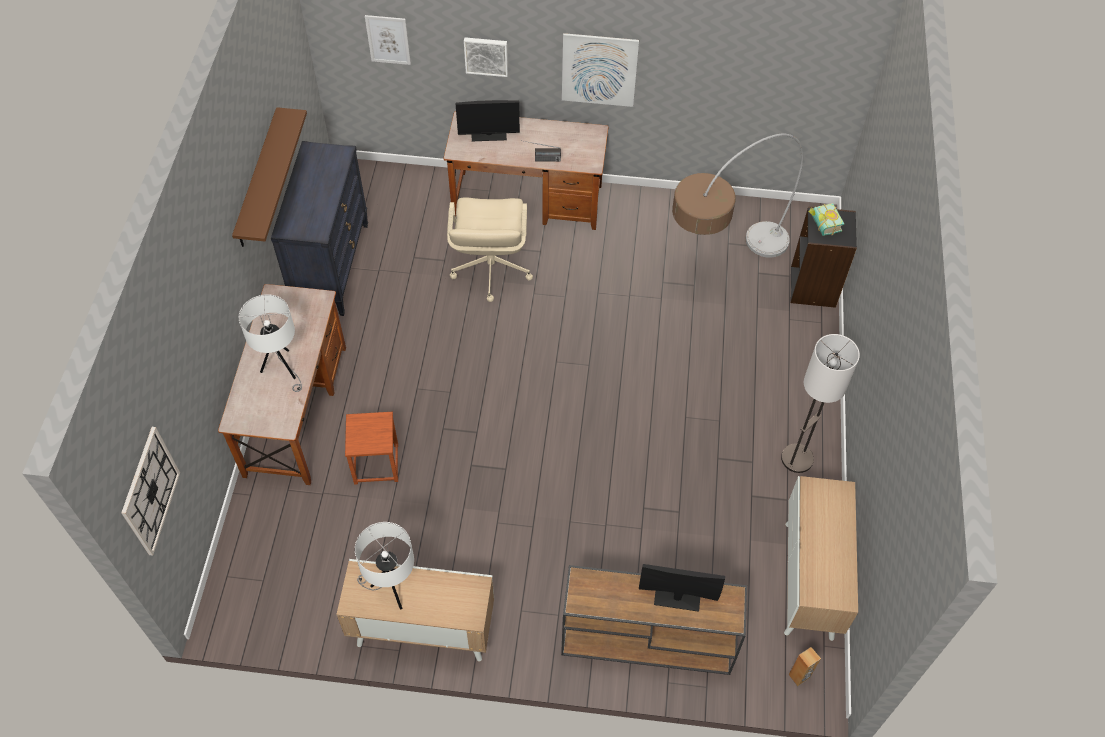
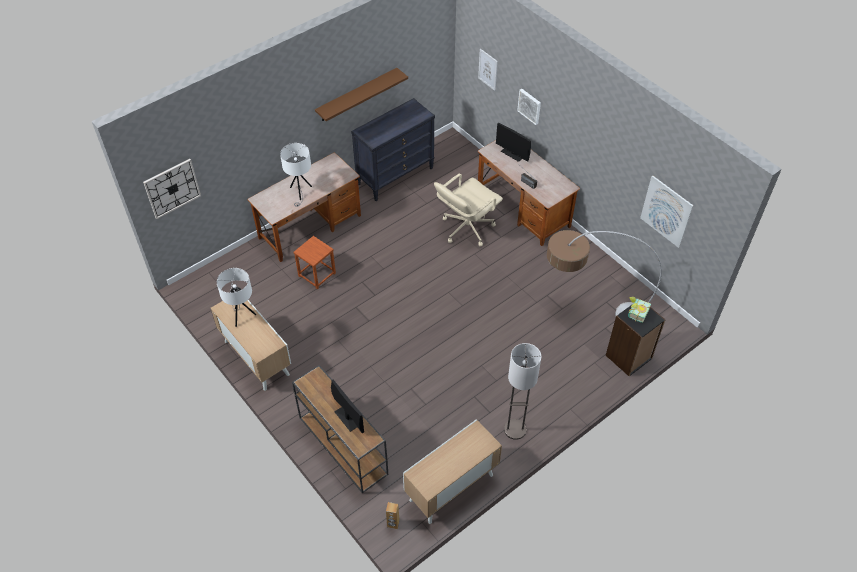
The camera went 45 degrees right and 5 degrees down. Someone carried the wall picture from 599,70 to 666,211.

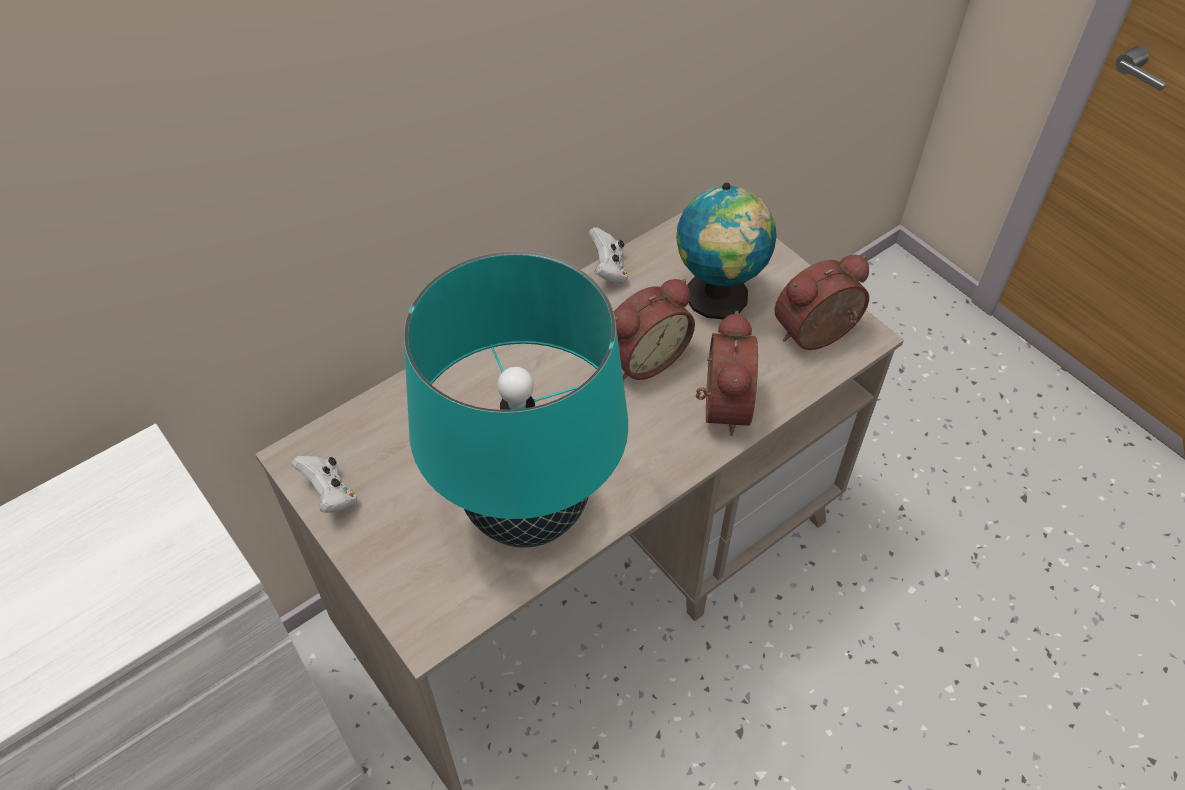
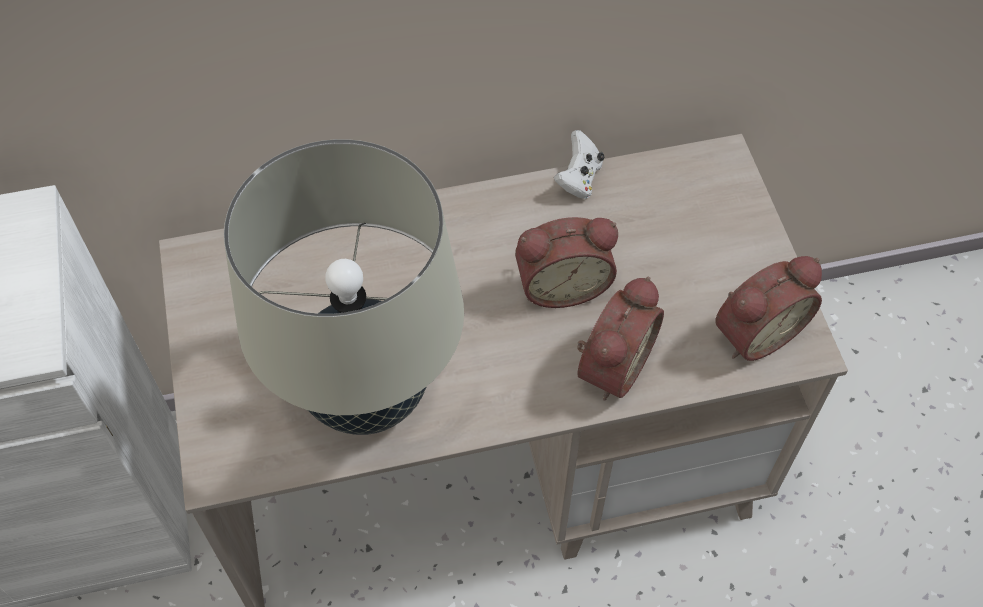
The camera went 25 degrees right and 5 degrees up. Someone took away the globe at 718,299. Someone repainted the lamp for a table (turquoise) at 527,510, which became the lamp for a table (beige) at 367,393. Someone rotated the table clock at 817,337 by 150 degrees clockwise. Someone took away the joypad (whitish) at 330,495.

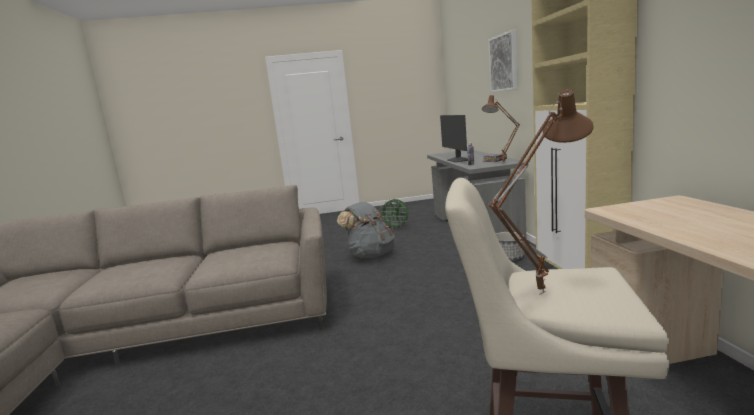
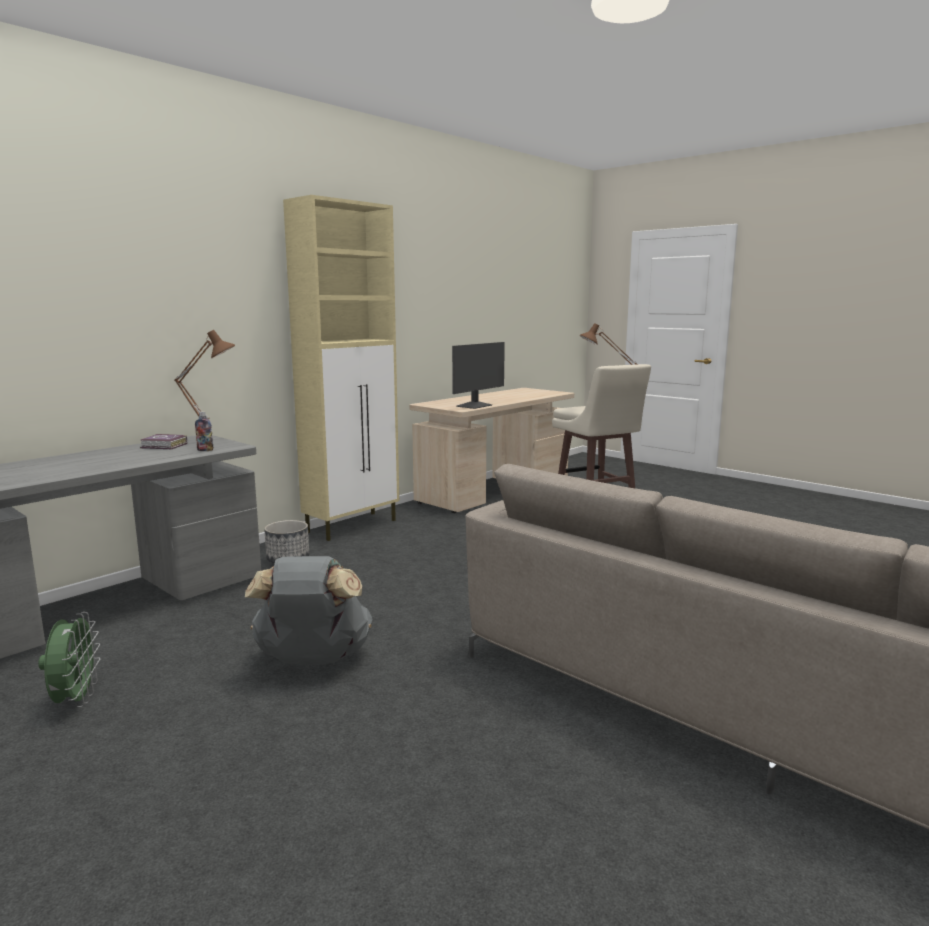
The camera went 130 degrees left and 0 degrees up. Someone took away the wall picture at 504,63. Someone carried the computer screen from 458,160 to 475,406.

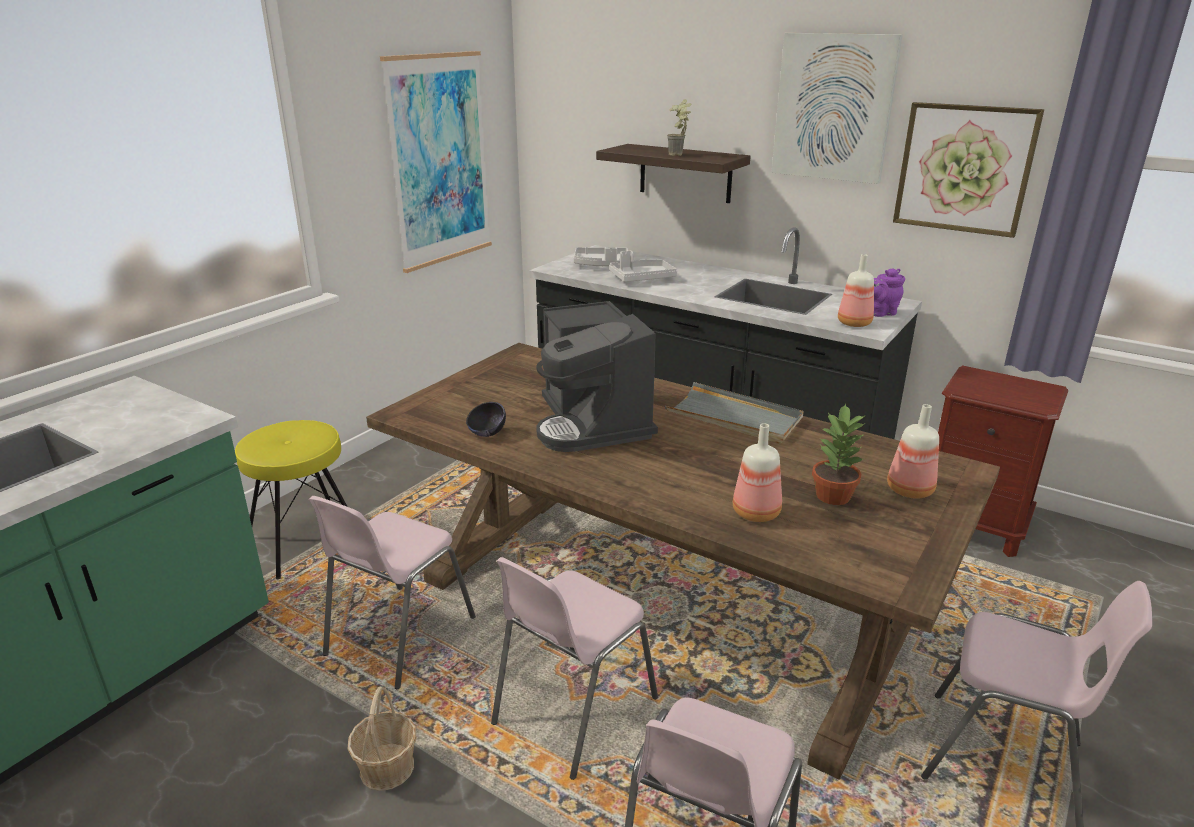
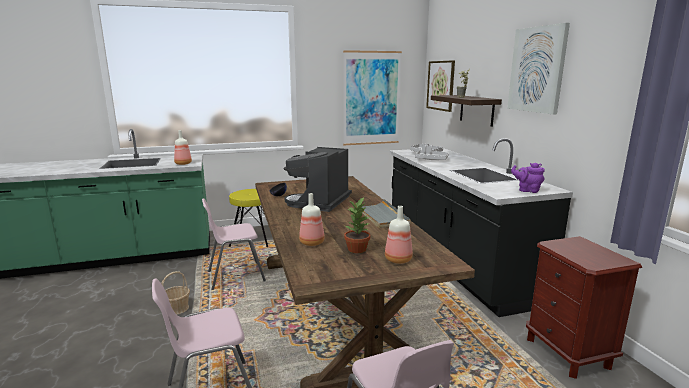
The camera went 40 degrees right and 10 degrees down. Someone carried the wall picture from 964,169 to 441,85. Someone carried the drink bottle from 855,324 to 183,164. Someone took away the upright chair (pink-coloured) at 572,711.

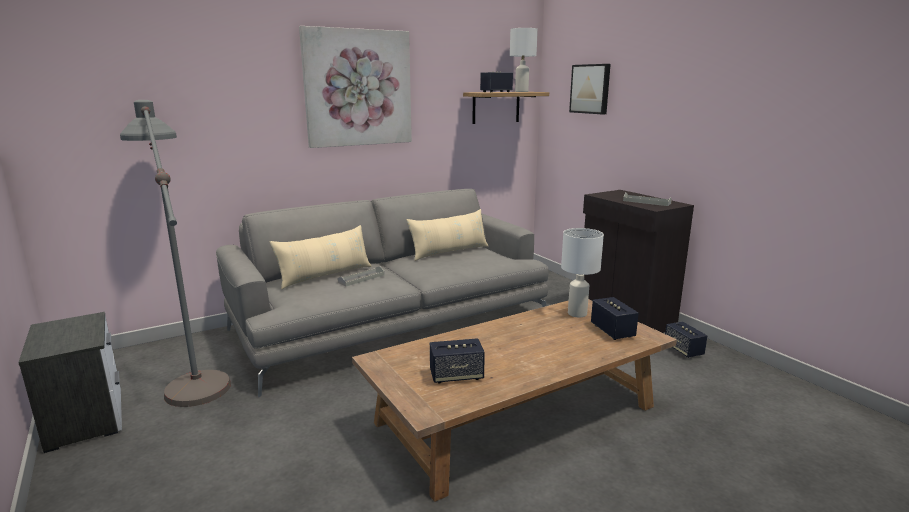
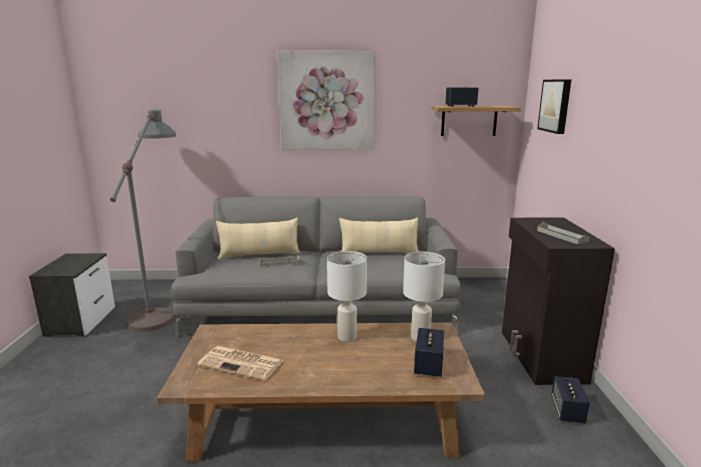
The camera went 30 degrees right and 0 degrees up. Someone carried the lamp for a table (whitish) from 521,91 to 347,336. Someone swapped the audio speaker at 456,376 for the daily paper at 242,363.

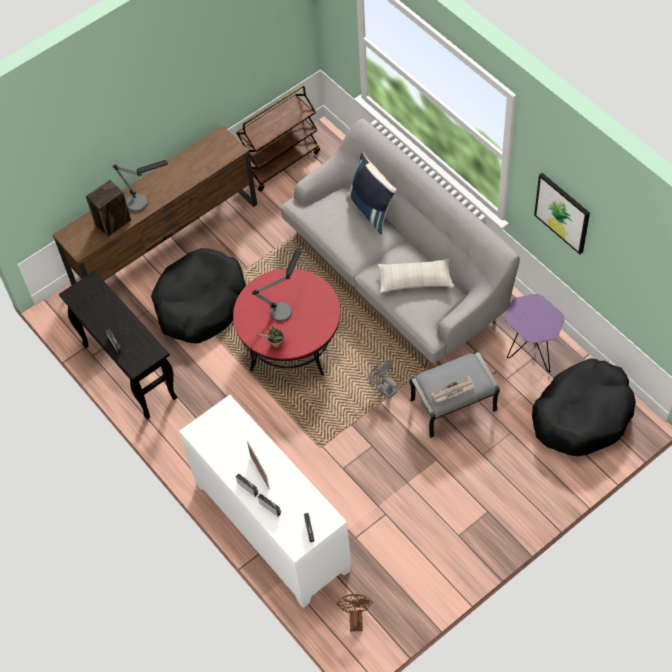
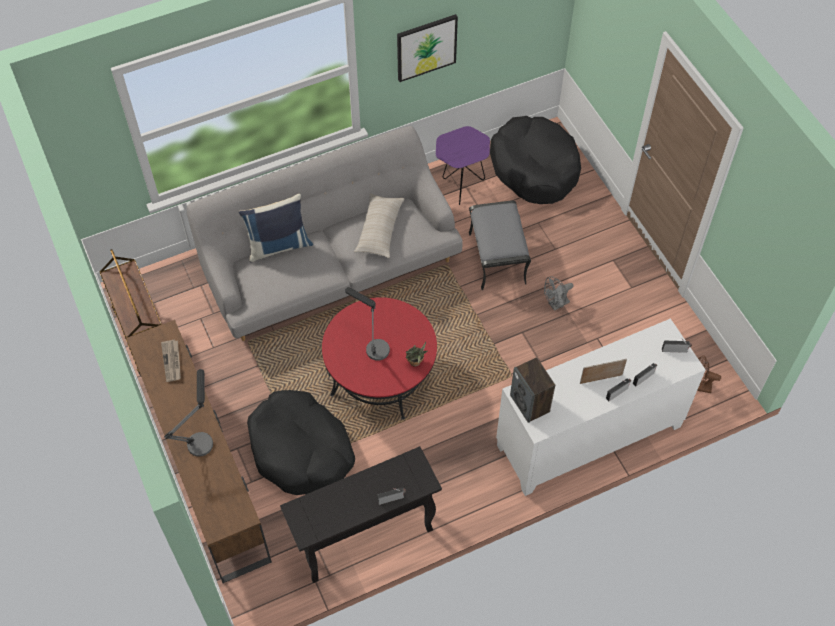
The camera went 80 degrees left and 0 degrees up. Someone carried the audio speaker from 113,223 to 530,404. Someone carried the fan (grey) from 383,388 to 556,304. Someone carried the daily paper from 453,391 to 172,361.

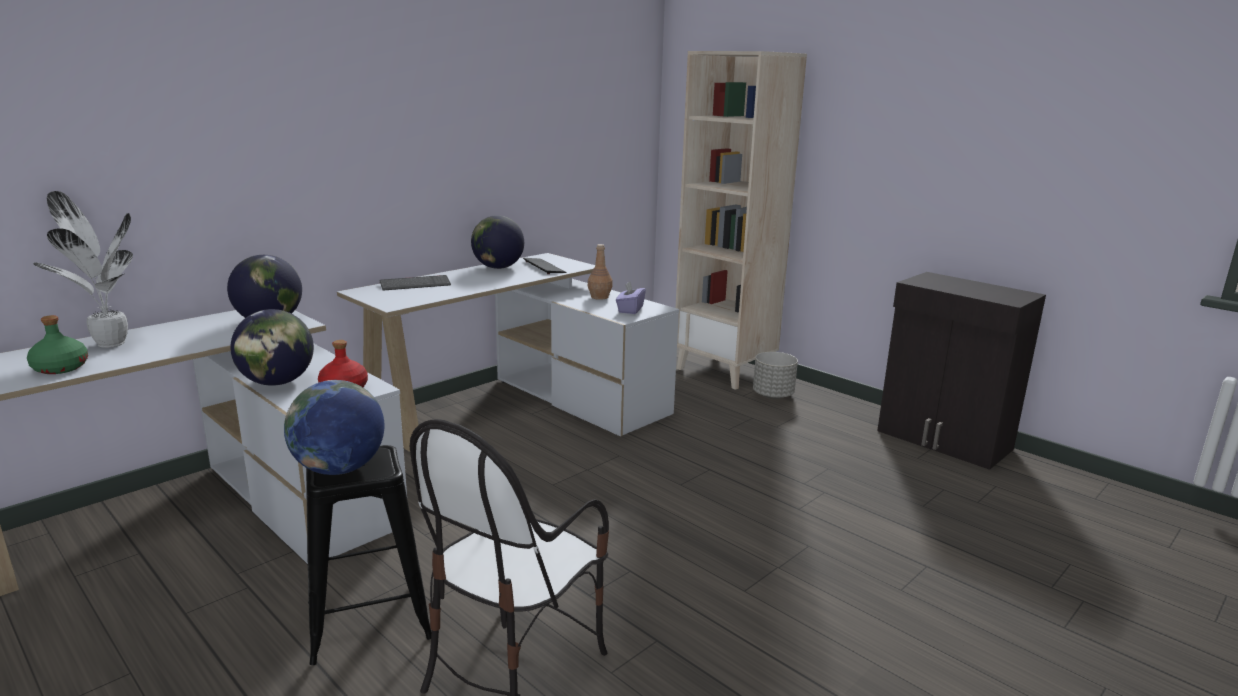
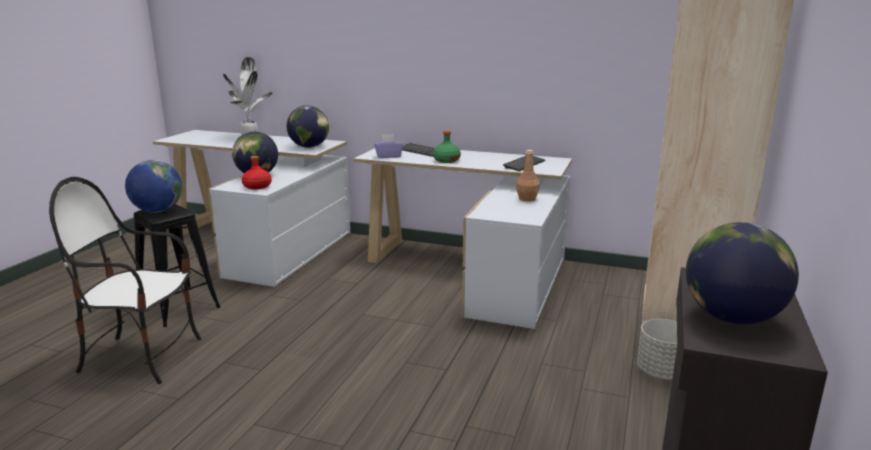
The camera went 65 degrees right and 0 degrees up. Someone carried the globe from 498,267 to 732,317. Someone carried the box of tissues (purple) from 630,309 to 388,156. Someone carried the drink bottle (green) from 60,368 to 446,160.

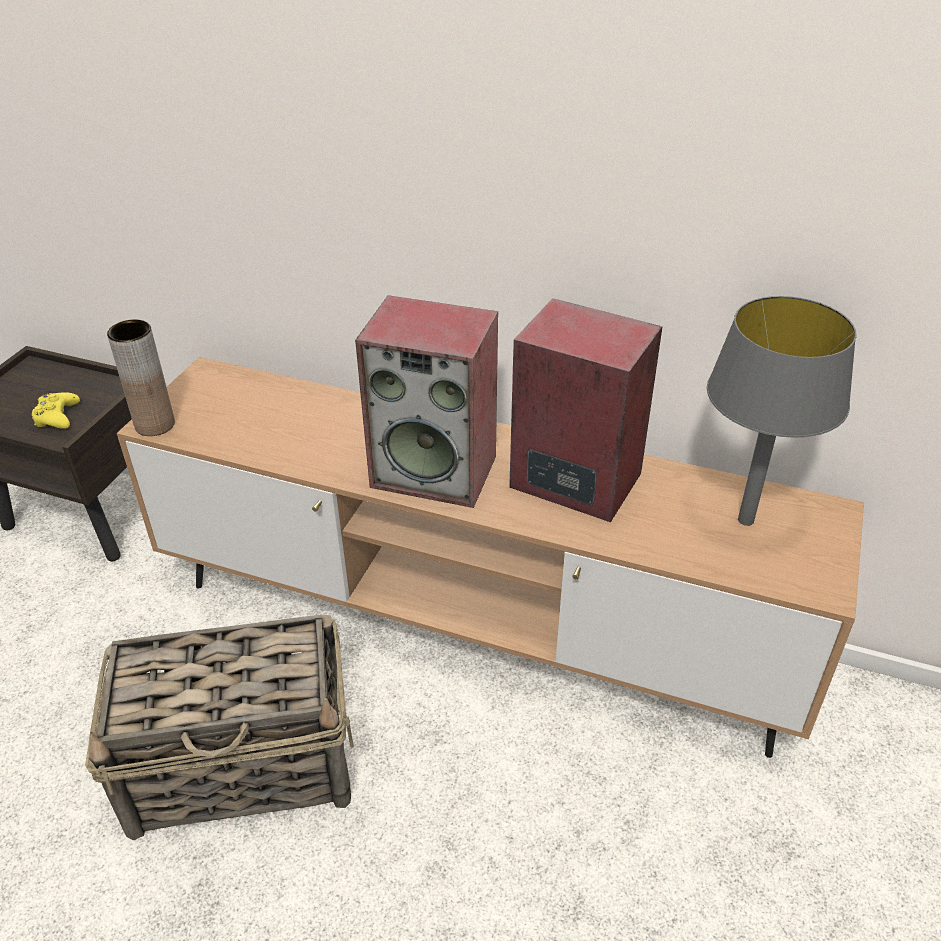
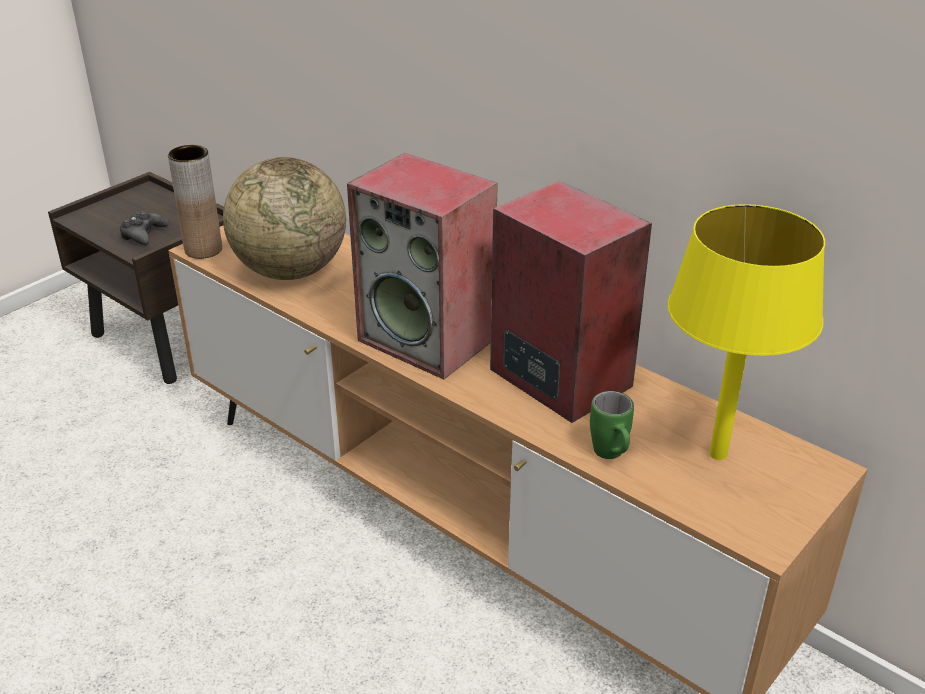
The camera went 20 degrees right and 5 degrees down. Someone repainted the lamp for a table (grey) at 745,520, which became the lamp for a table (yellowish) at 717,454. Someone repainted the joypad (yellowish) at 57,417, which became the joypad (black-coloured) at 143,234. Someone took away the basket at 244,765. Someone put down the globe at 290,271. Someone put down the coffee mug (green) at 611,456.

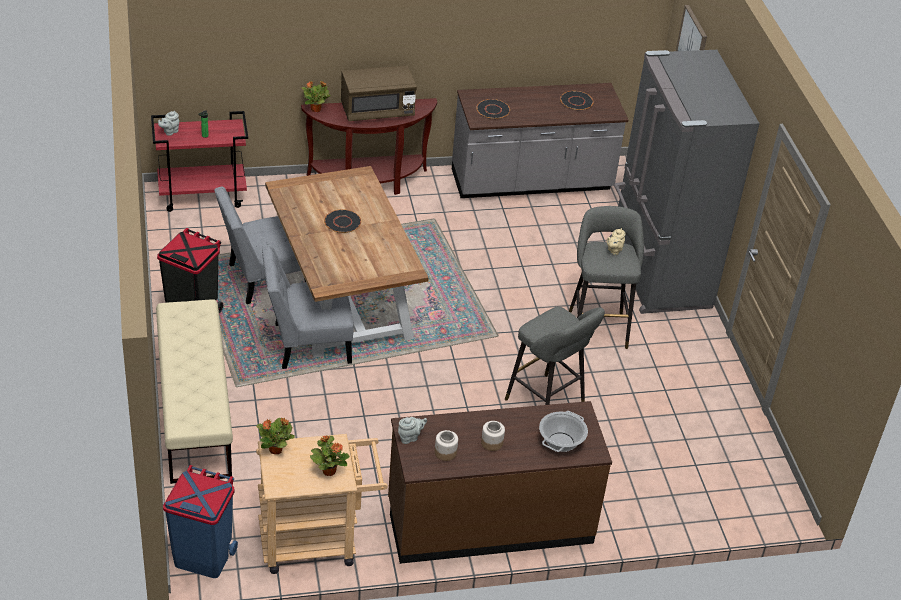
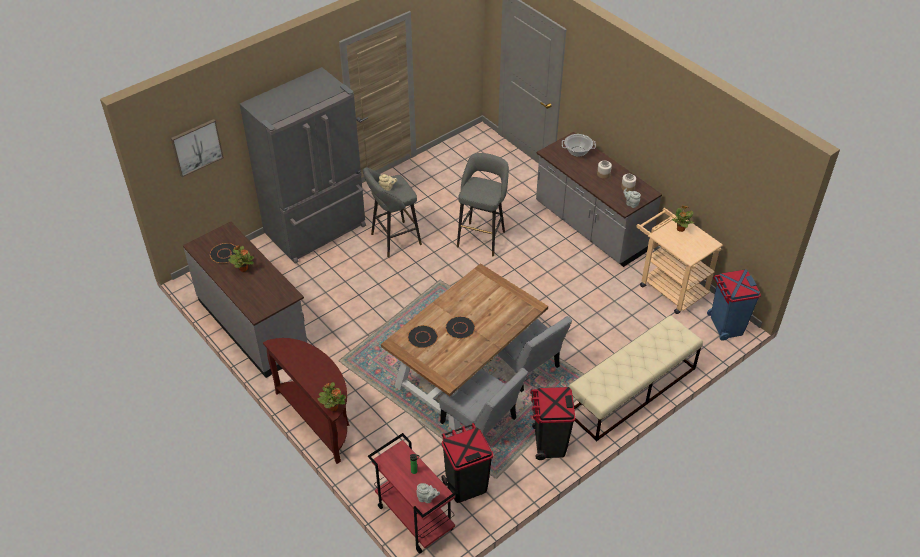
The camera went 115 degrees left and 5 degrees up. Someone took away the microwave oven (brown) at 377,111. Someone carried the dinner plate (black-coloured) from 493,110 to 422,337. Someone repainted the counter (brown) at 489,522, which became the counter (grey) at 591,228. Someone carried the plant in a pot from 276,450 to 243,268. Someone put down the trash can (black-coloured) at 466,486.

